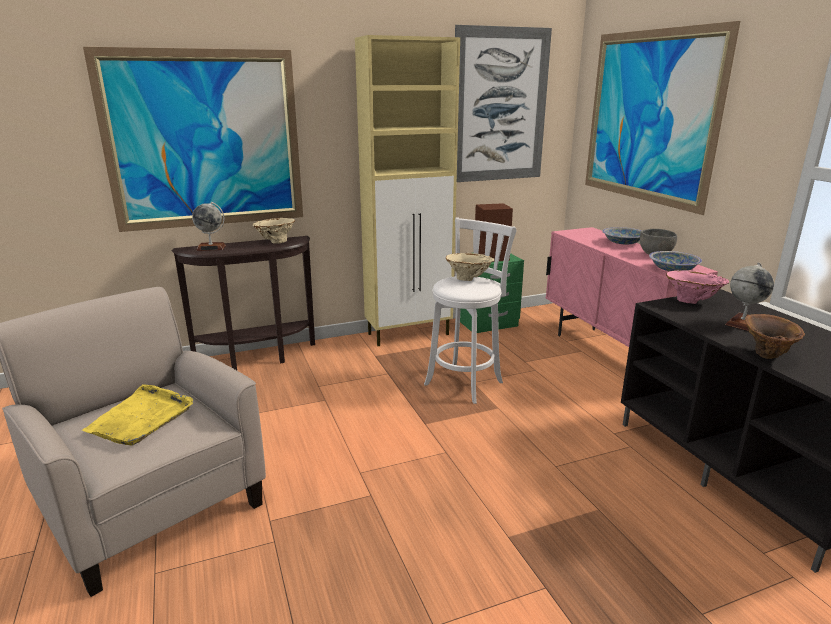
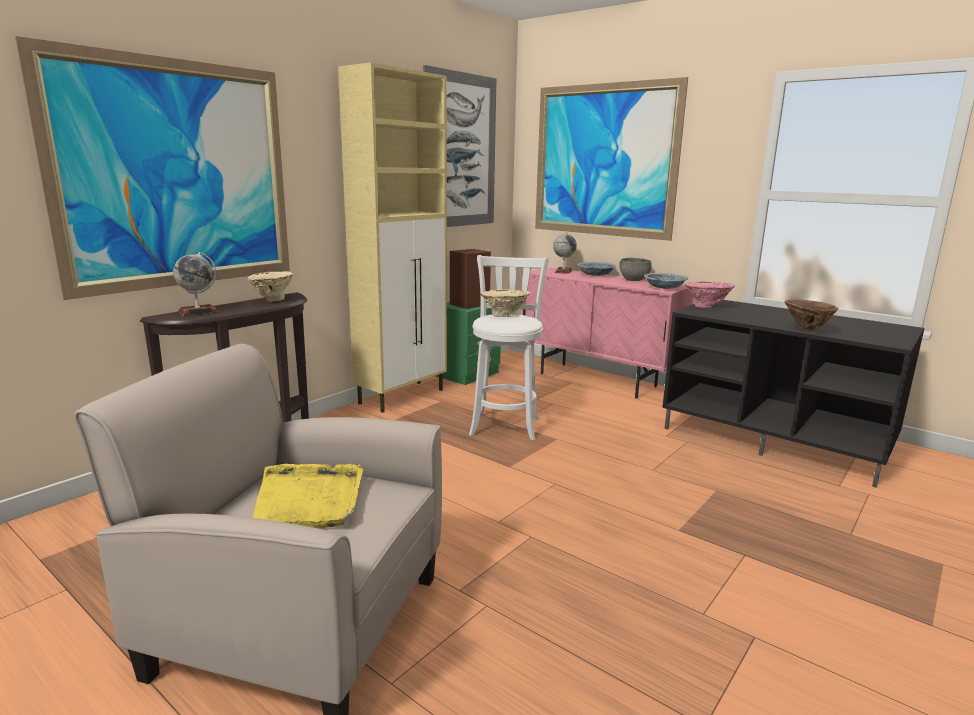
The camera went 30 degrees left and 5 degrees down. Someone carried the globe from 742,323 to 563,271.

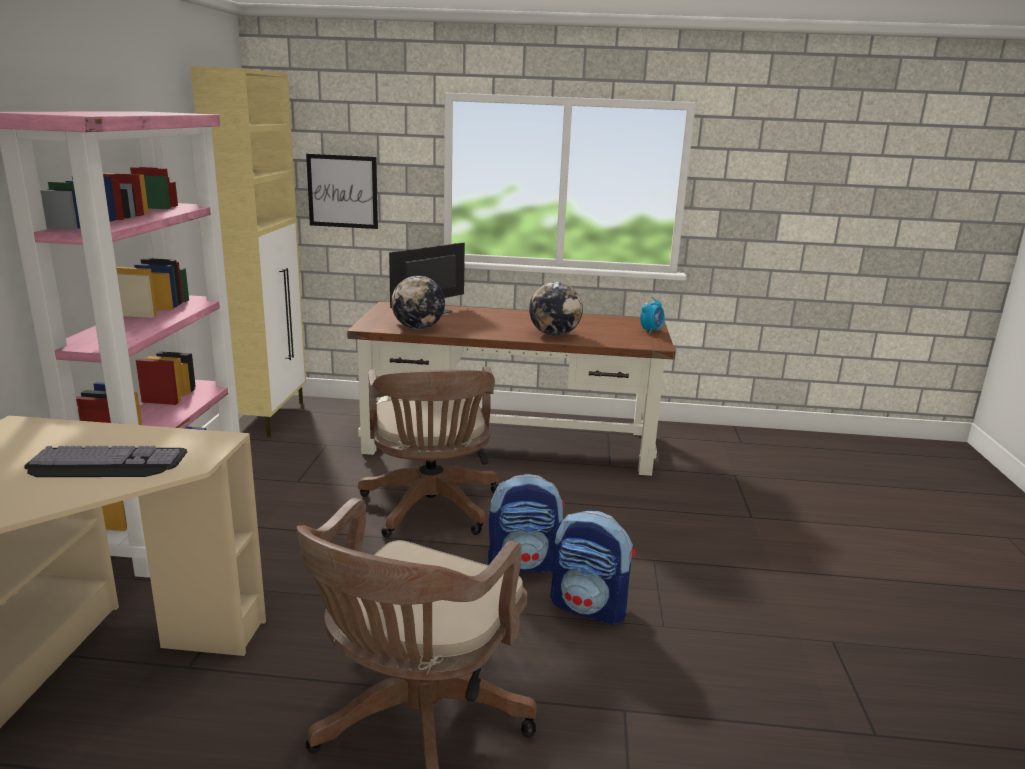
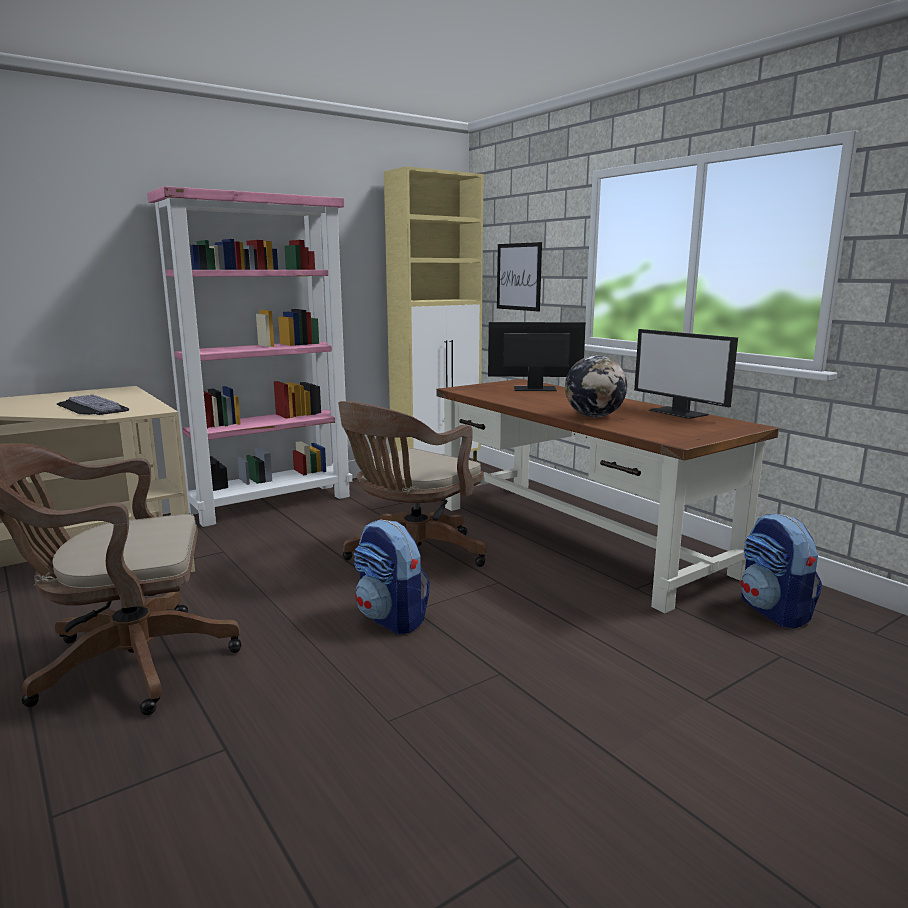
The camera went 50 degrees right and 5 degrees down. Someone took away the globe at 418,328. Someone took away the table clock at 651,330. Someone carried the rucksack from 590,607 to 774,612. Someone put down the computer screen at 679,412.

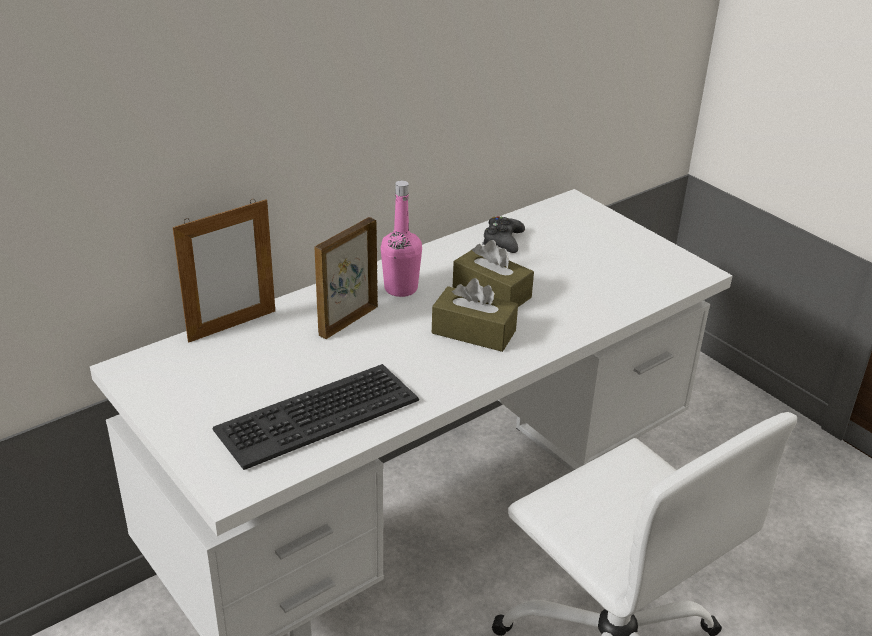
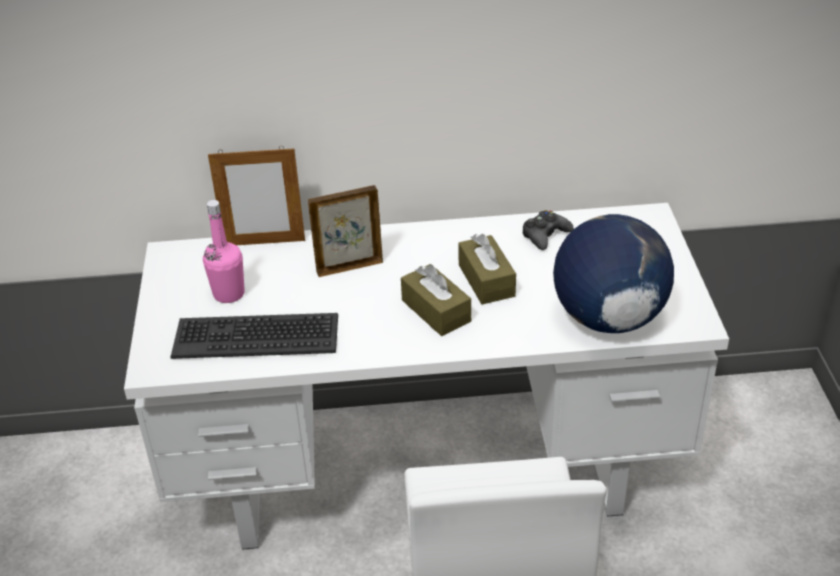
The camera went 35 degrees right and 5 degrees up. Someone carried the drink bottle (pink-coloured) from 401,288 to 229,294. Someone put down the globe at 608,318.

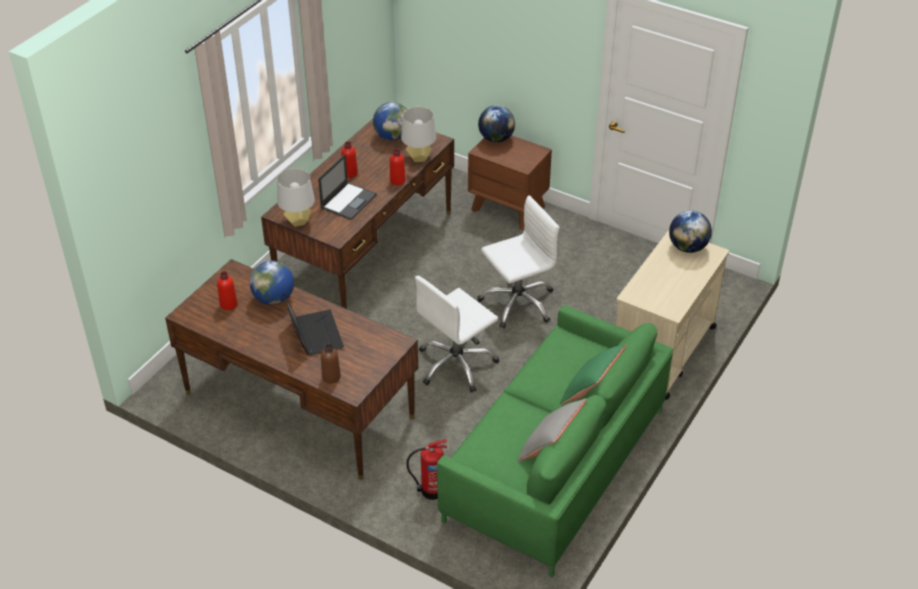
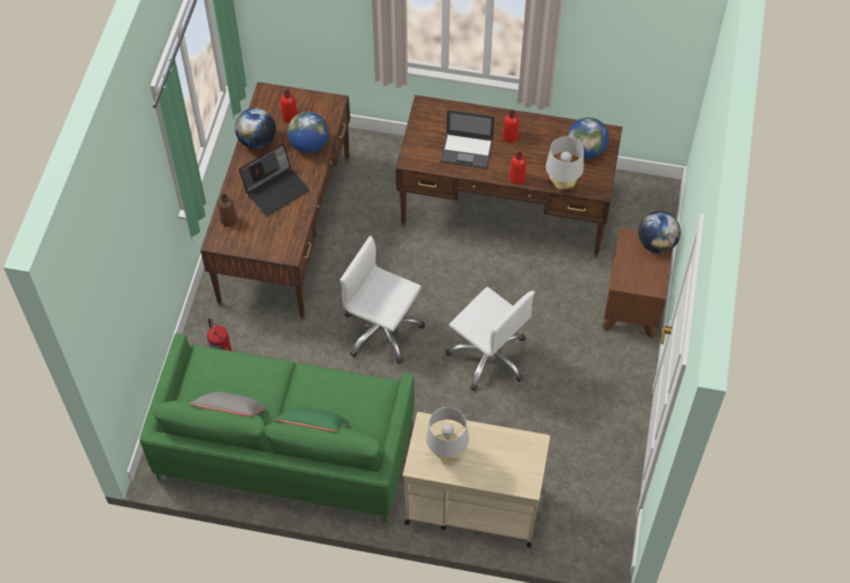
The camera went 70 degrees right and 15 degrees up. Someone carried the lamp for a table (grey) from 298,221 to 446,452. Someone carried the globe from 687,247 to 257,141.

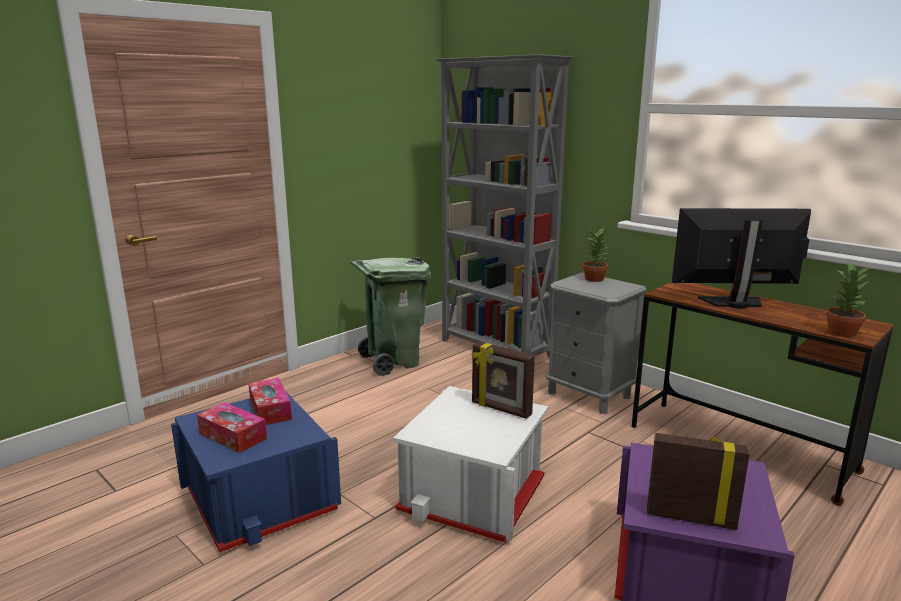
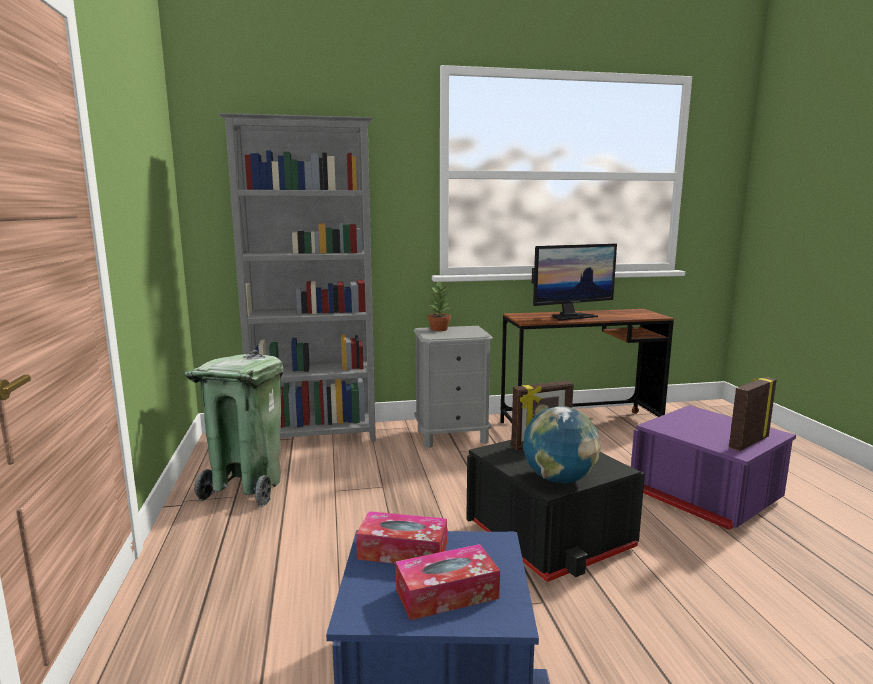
The camera went 55 degrees left and 5 degrees down. Someone rotated the computer screen at 734,303 by 150 degrees counterclockwise. Someone took away the plant in a pot at 842,332. Someone repainted the storage bin (whitish) at 475,494, which became the storage bin (black-coloured) at 549,535. Someone put down the globe at 559,479.

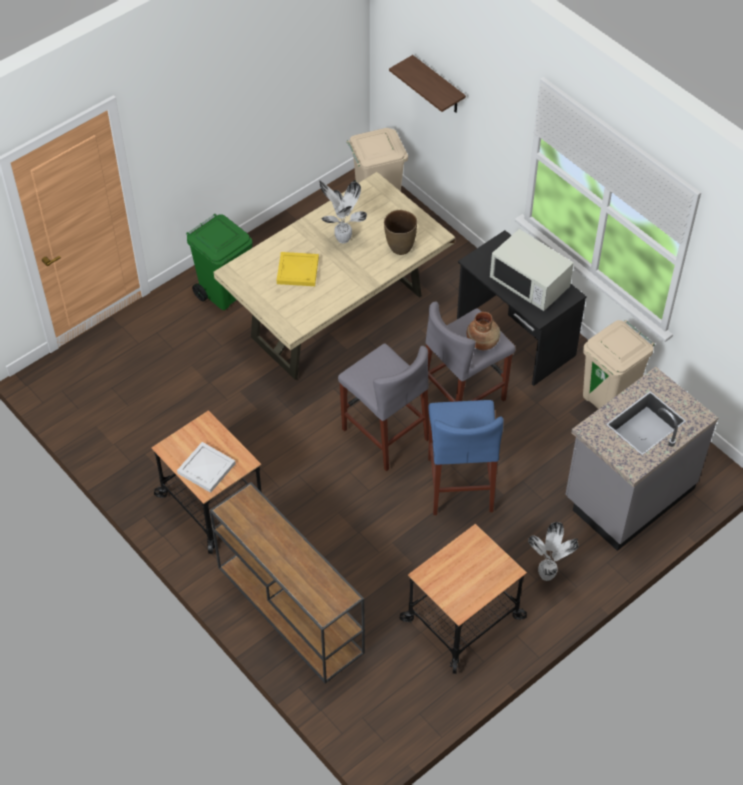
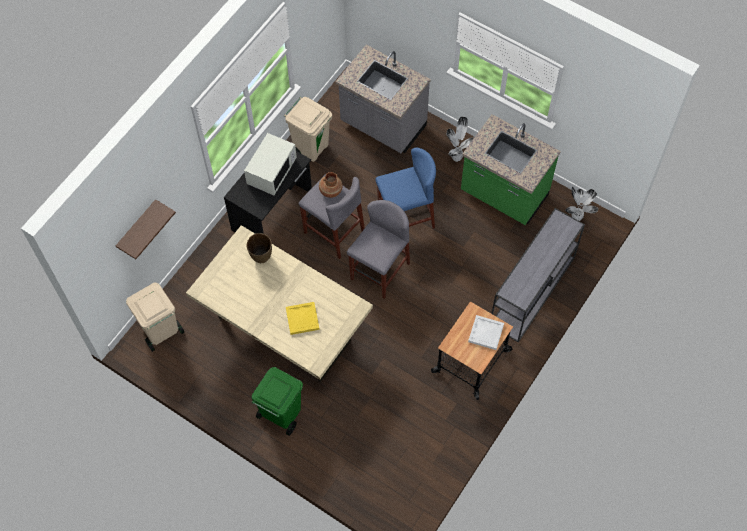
The camera went 105 degrees left and 10 degrees up. Someone carried the plant in a pot from 341,238 to 576,219. Someone repainted the narrow table (brown) at 288,608, which became the narrow table (grey) at 532,292. Someone swapped the cart at 463,620 for the counter (green) at 503,195.

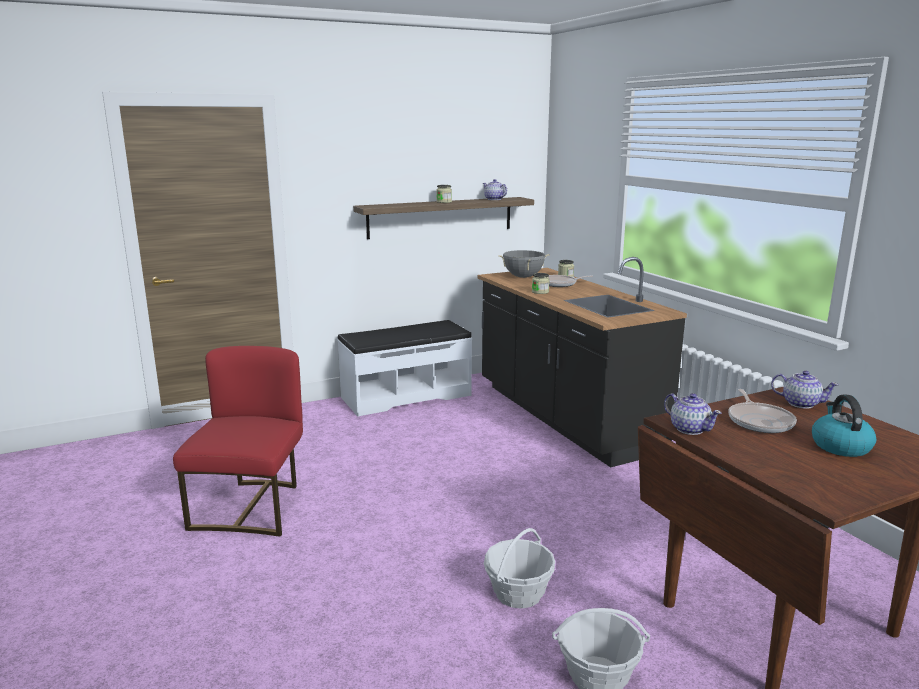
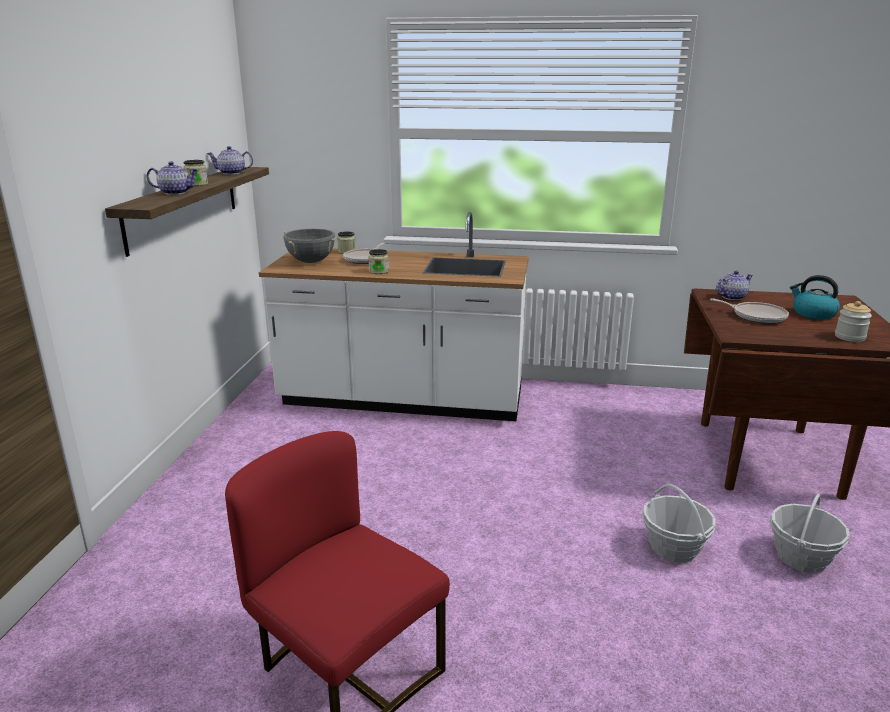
The camera went 55 degrees left and 5 degrees up. Someone repainted the counter (black-coloured) at 564,417, which became the counter (whitish) at 402,400. Someone took away the bench (whitish) at 406,396. Someone carried the pot for tea from 689,429 to 175,192. Someone put down the jar at 849,337.

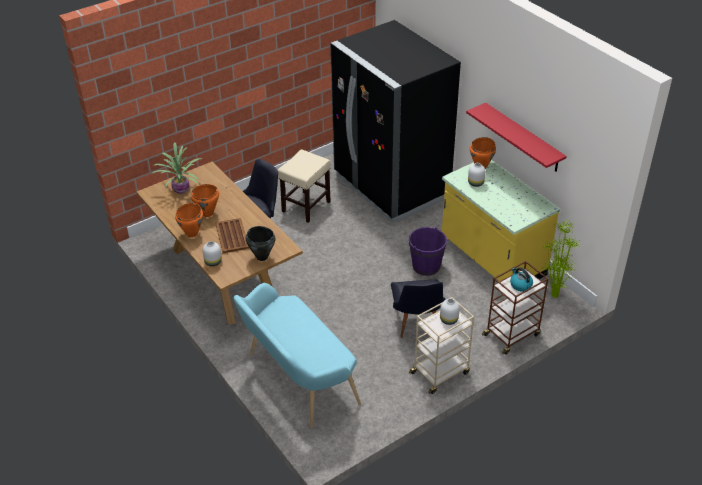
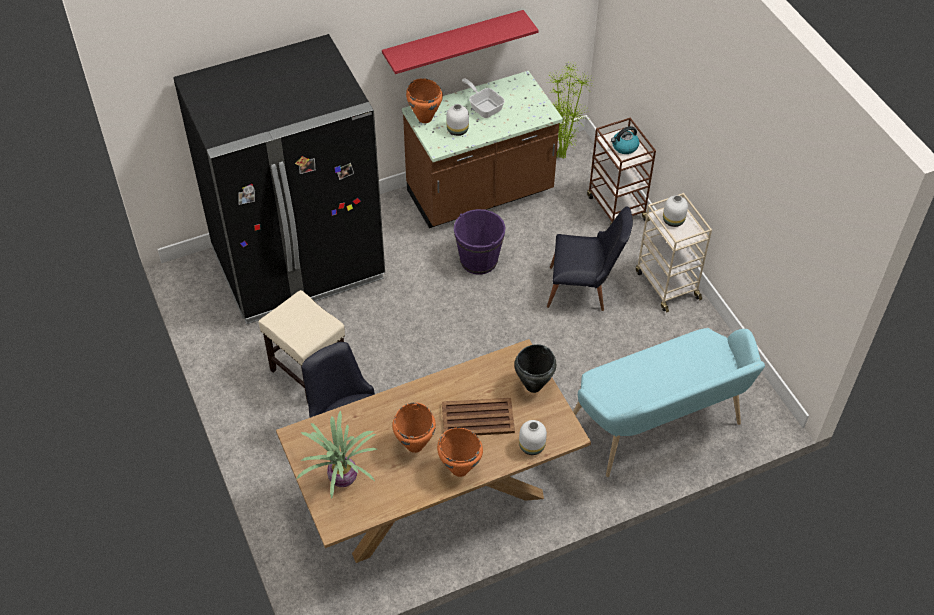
The camera went 80 degrees left and 10 degrees up. Someone repainted the counter (yellowish) at 491,258, which became the counter (brown) at 480,194. Someone put down the pan at 484,107.

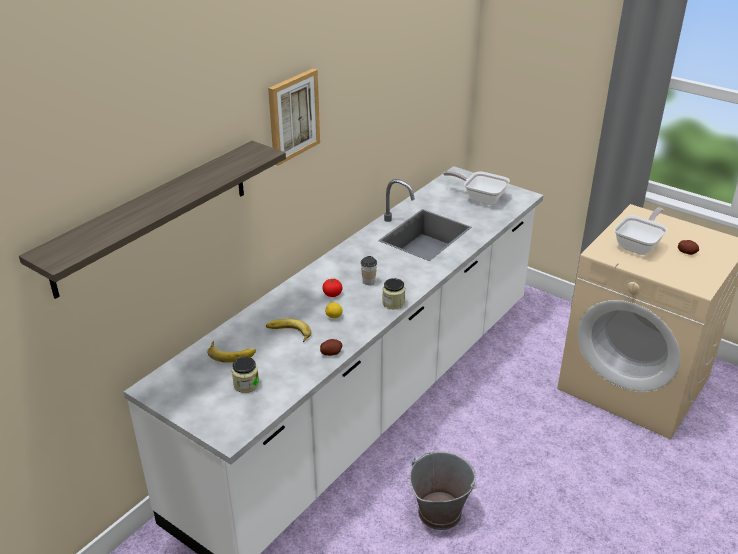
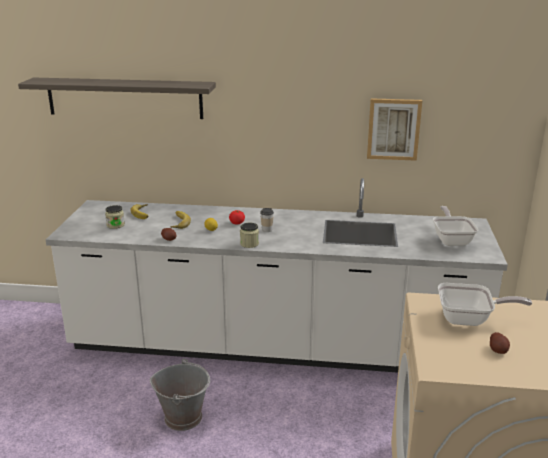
The camera went 60 degrees right and 10 degrees down. Someone carried the wall picture from 293,116 to 393,129.

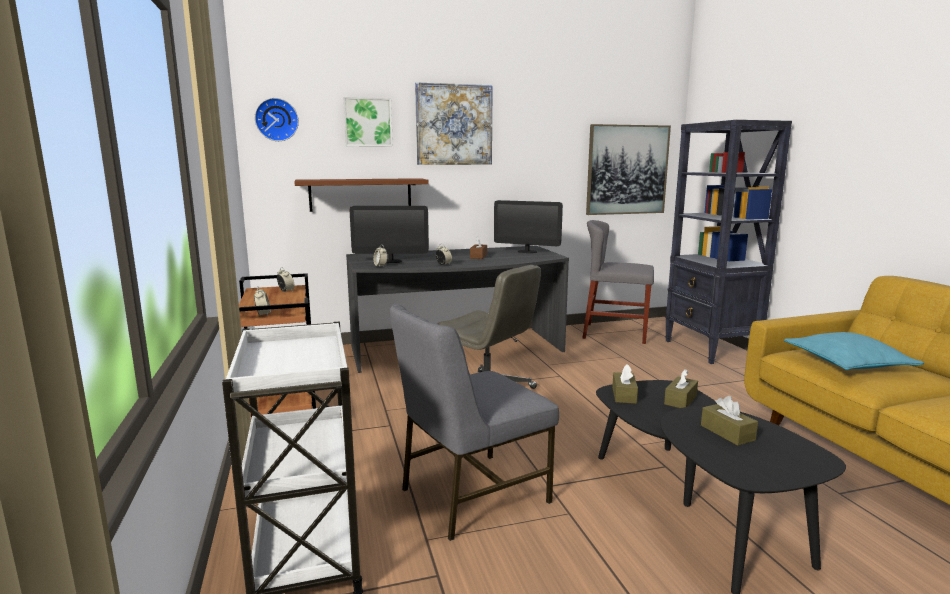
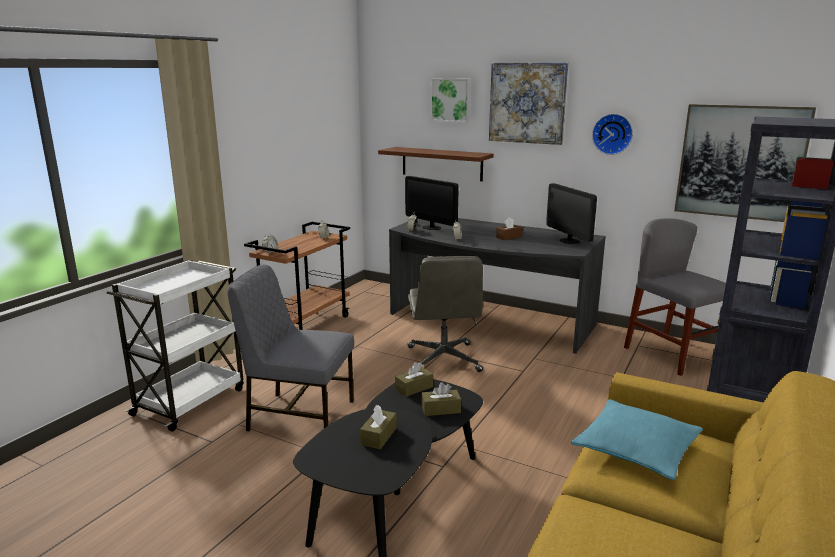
The camera went 45 degrees right and 5 degrees up. Someone carried the clock on the wall from 277,120 to 612,134.

